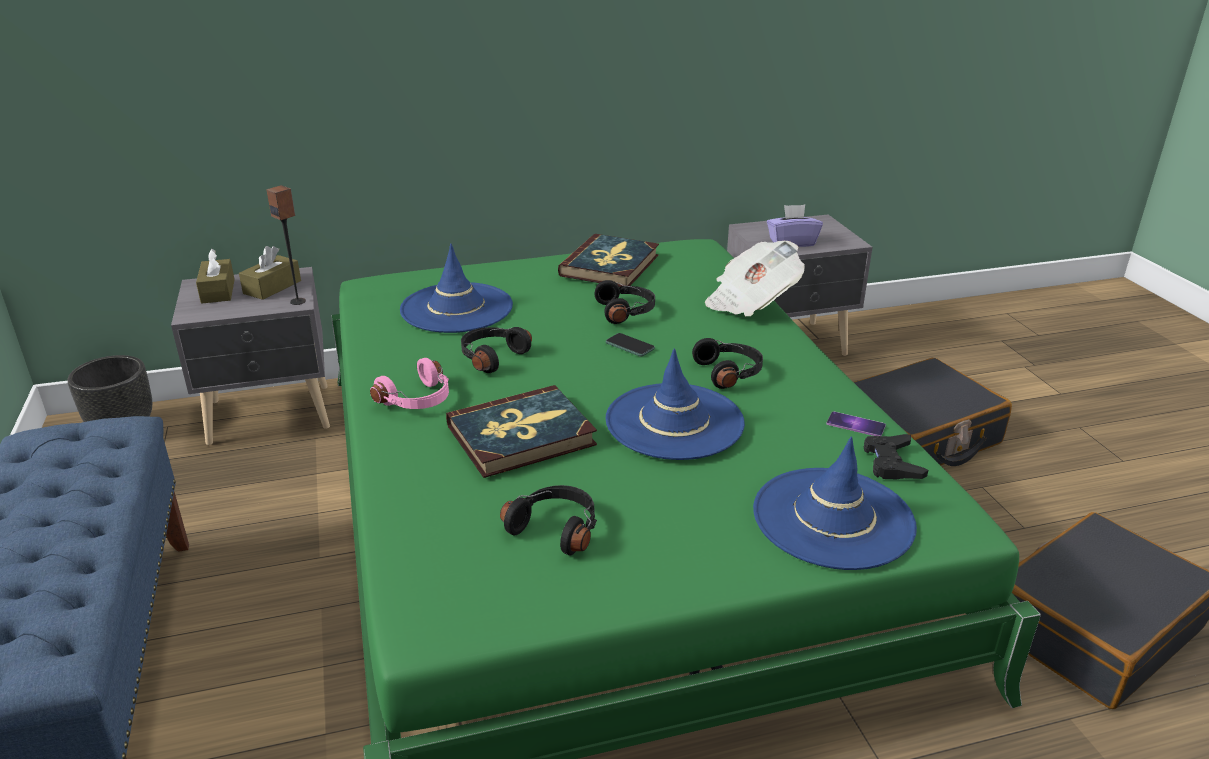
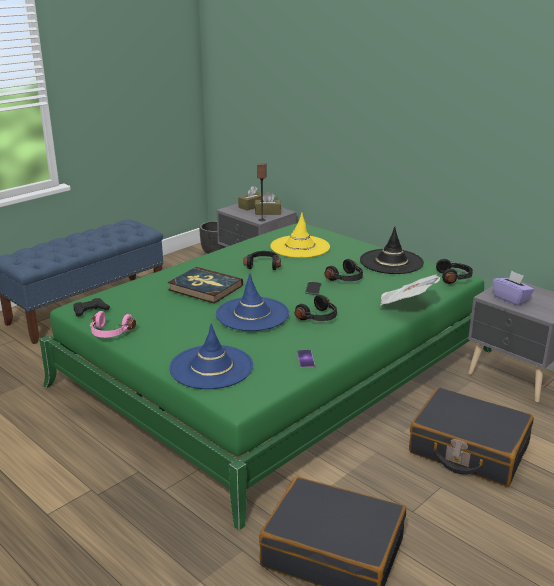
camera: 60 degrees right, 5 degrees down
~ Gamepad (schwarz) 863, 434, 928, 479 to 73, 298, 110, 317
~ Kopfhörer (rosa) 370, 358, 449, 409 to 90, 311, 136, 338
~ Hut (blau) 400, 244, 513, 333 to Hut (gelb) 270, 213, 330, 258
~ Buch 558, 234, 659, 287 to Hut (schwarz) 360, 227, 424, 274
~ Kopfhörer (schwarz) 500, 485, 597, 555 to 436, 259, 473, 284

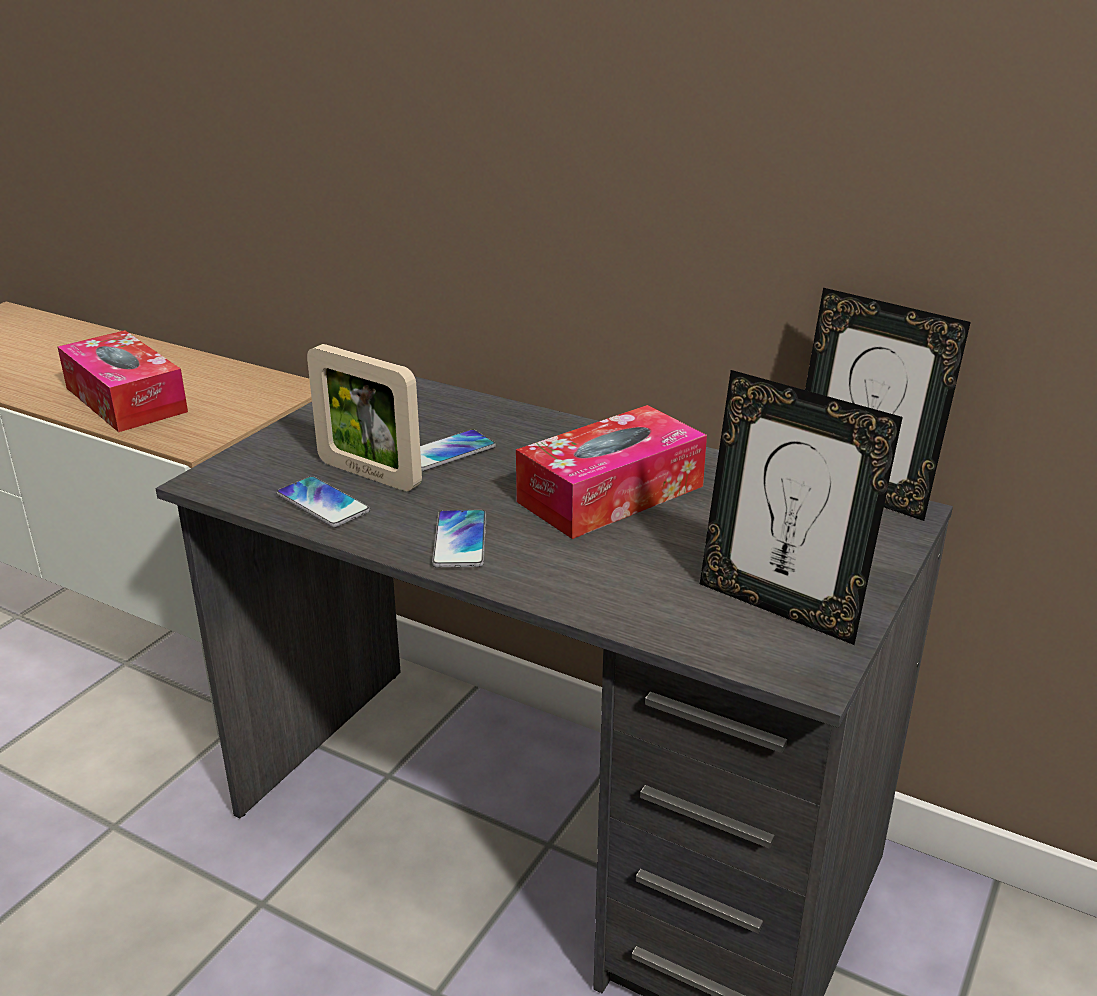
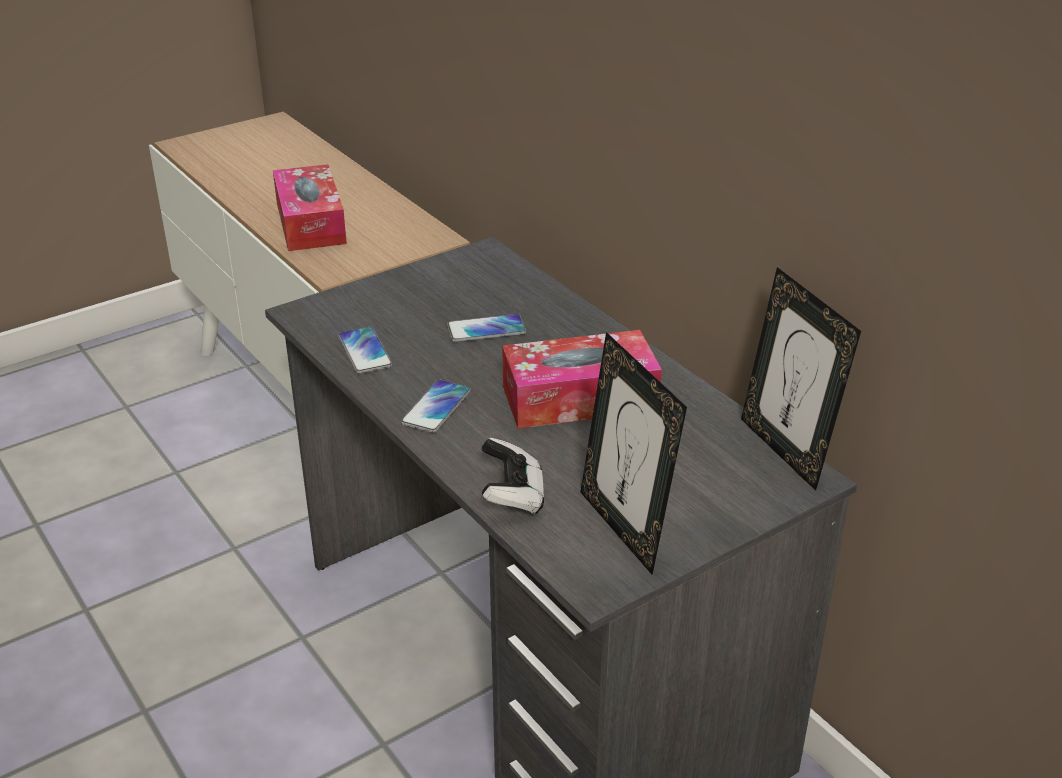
camera: 25 degrees right, 5 degrees up
+ Gamepad 481, 437, 544, 514
- Bilderrahmen 307, 344, 422, 491

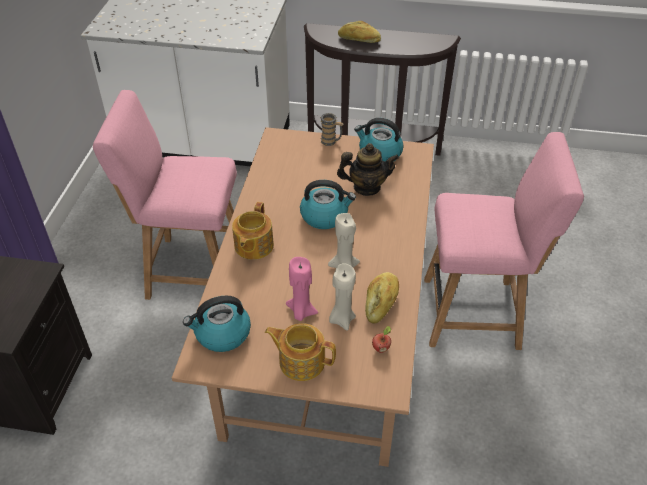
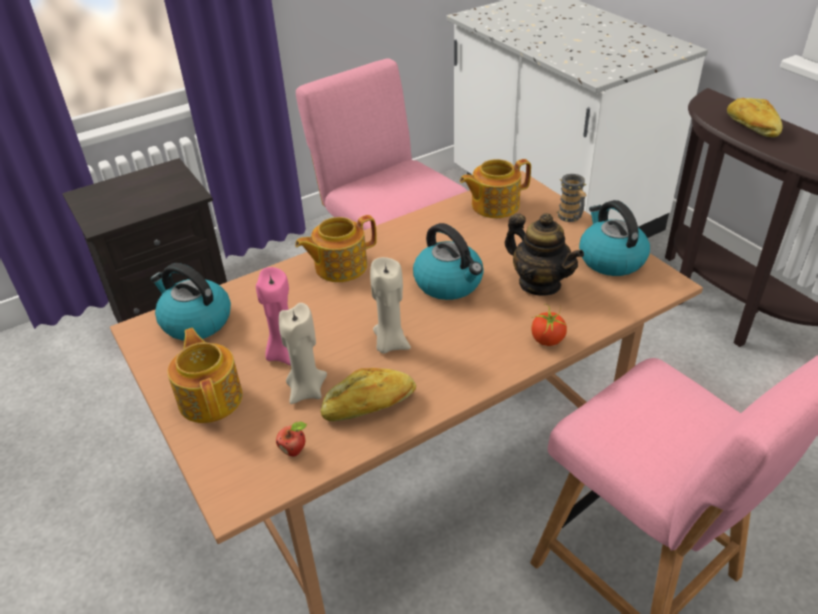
camera: 50 degrees right, 5 degrees down
+ Teekanne 460, 159, 531, 218
+ Tomate 531, 304, 567, 346

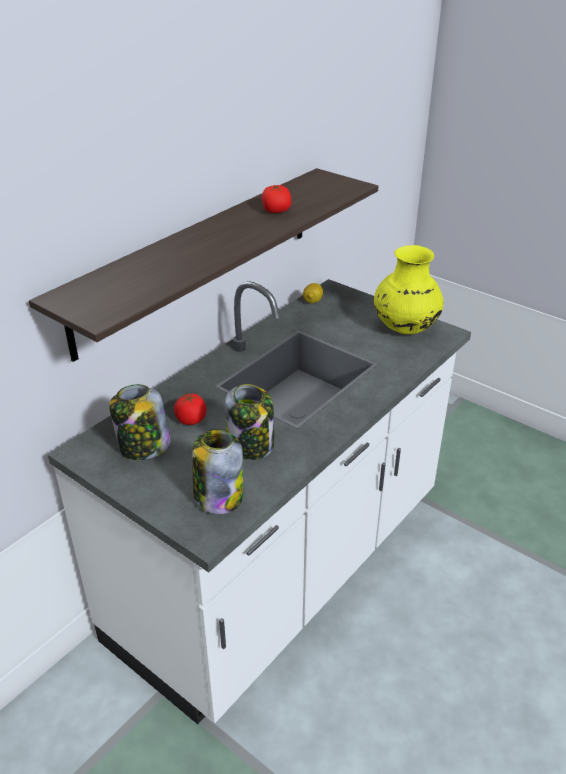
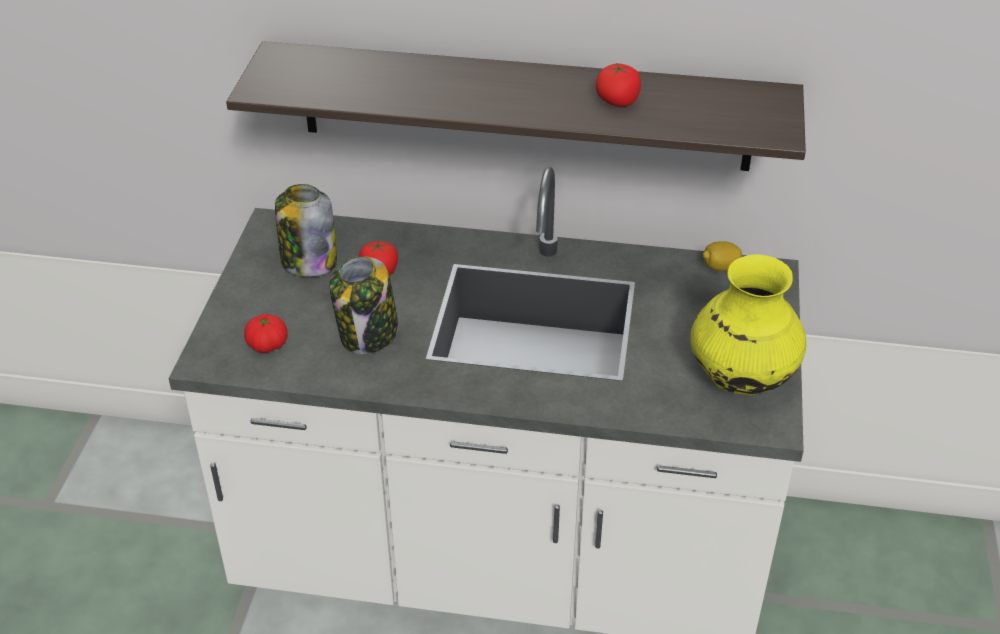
camera: 60 degrees right, 5 degrees up
~ Vorratsglas 192, 429, 243, 514 to Tomate 244, 314, 288, 353

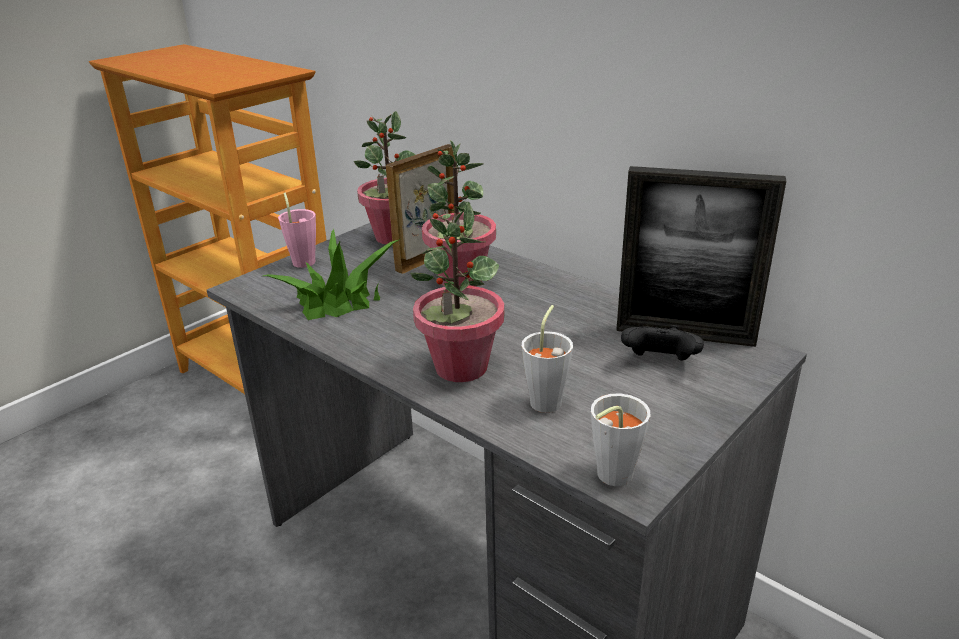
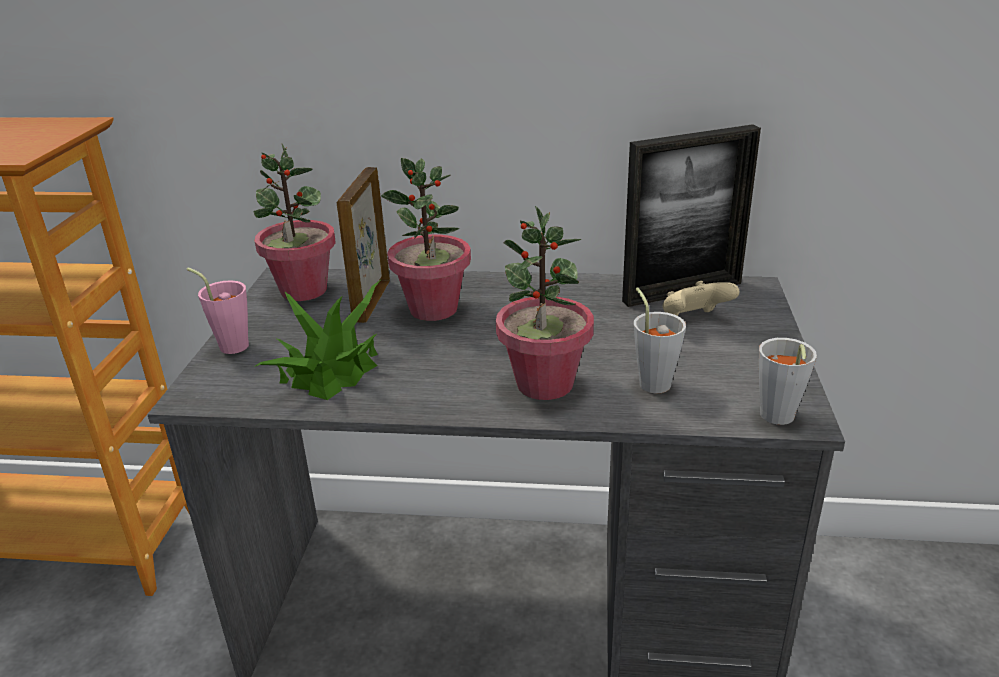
camera: 35 degrees left, 0 degrees up
~ Gamepad (schwarz) 621, 325, 704, 361 to Gamepad (beige) 662, 281, 740, 316

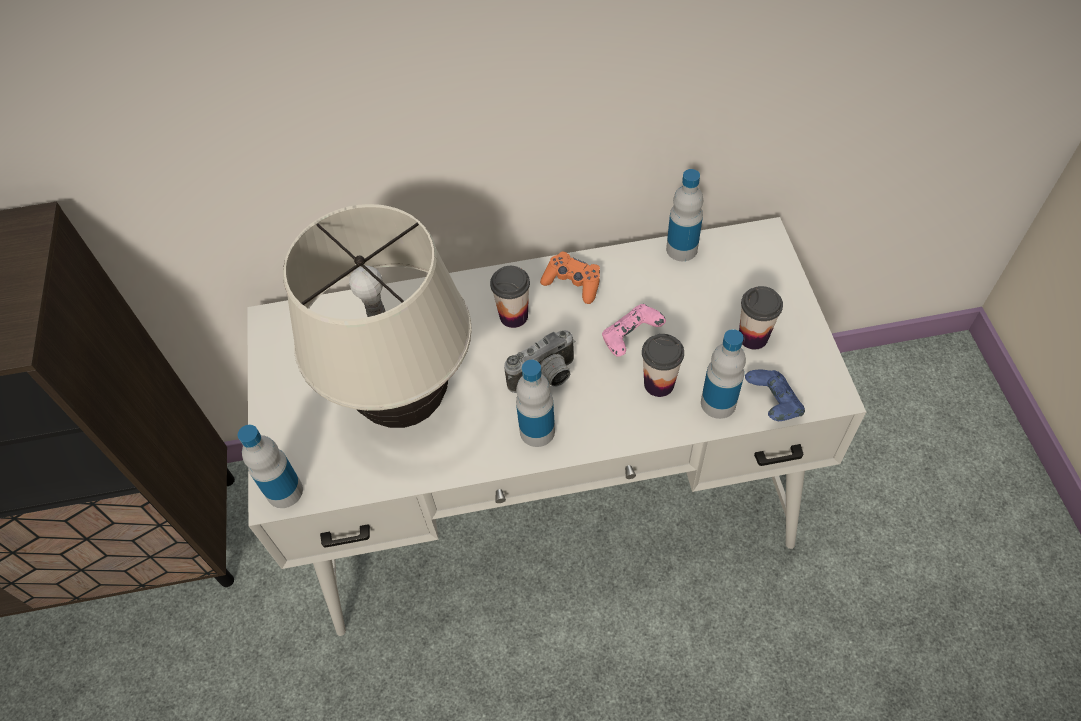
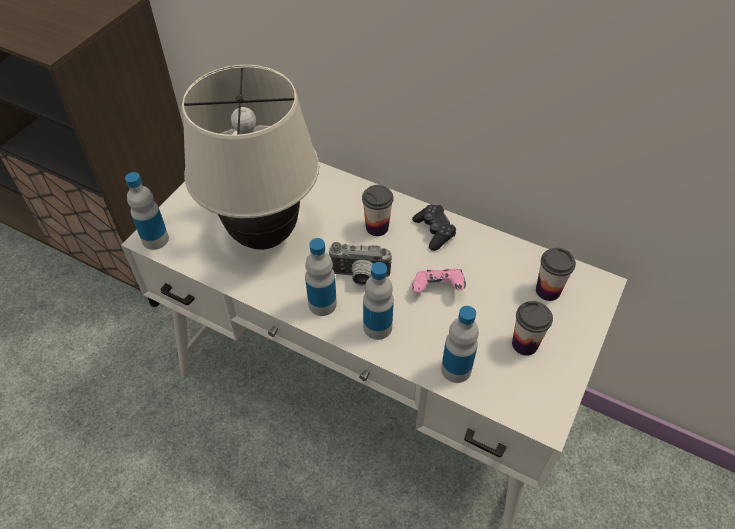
camera: 35 degrees right, 5 degrees down
~ Flasche 666, 169, 703, 261 to 363, 262, 394, 340
~ Gamepad (orange) 540, 252, 600, 304 to Gamepad (schwarz) 412, 205, 456, 251
~ Tasse 642, 334, 684, 397 to 536, 248, 576, 301
- Gamepad (blau) 745, 370, 805, 421

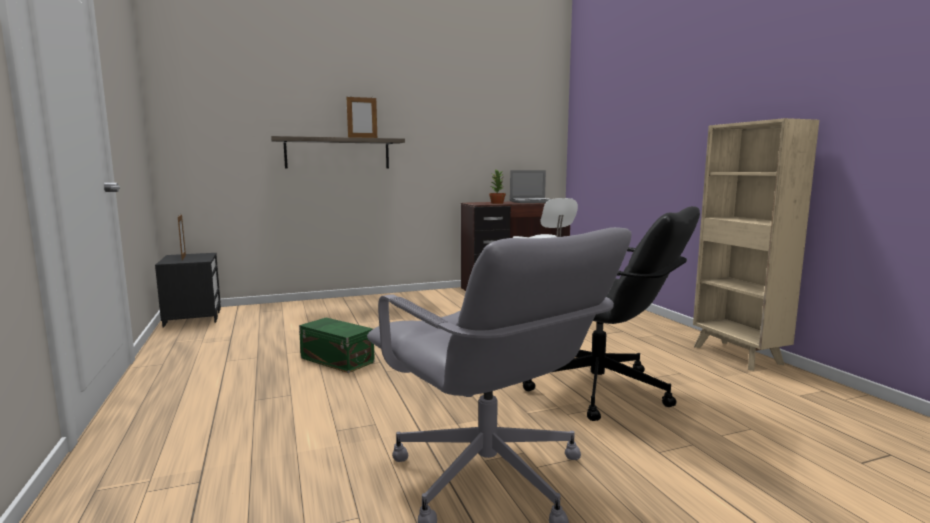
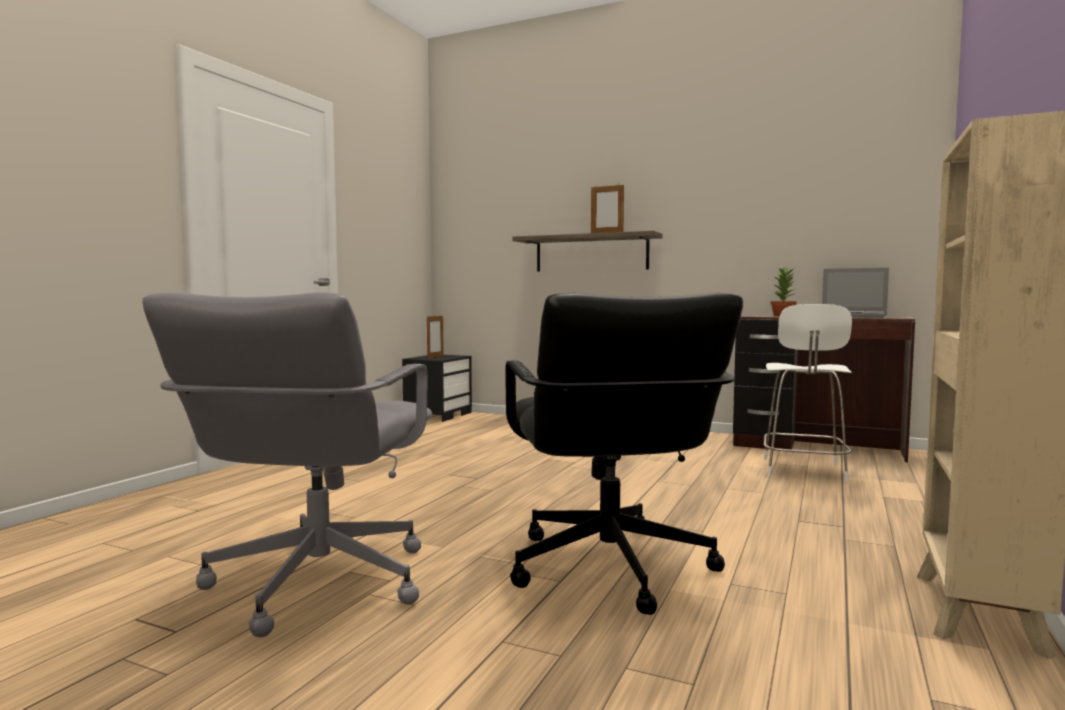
camera: 45 degrees right, 5 degrees down
- Aufbewahrungsbox (grün) 299, 317, 375, 373

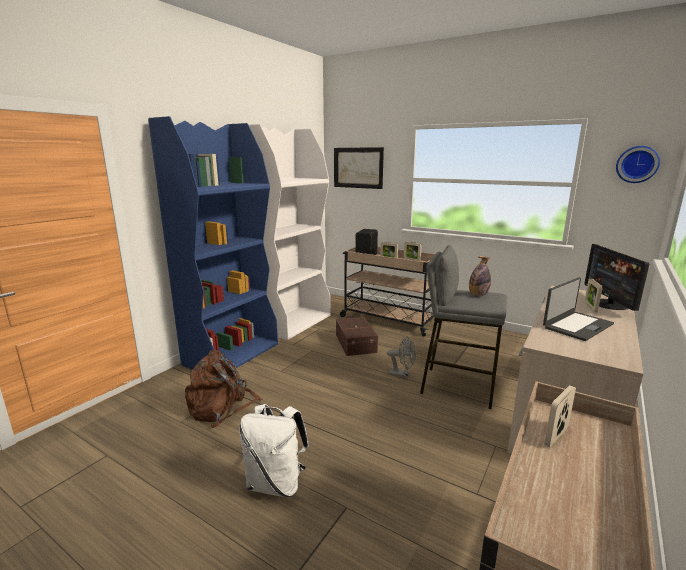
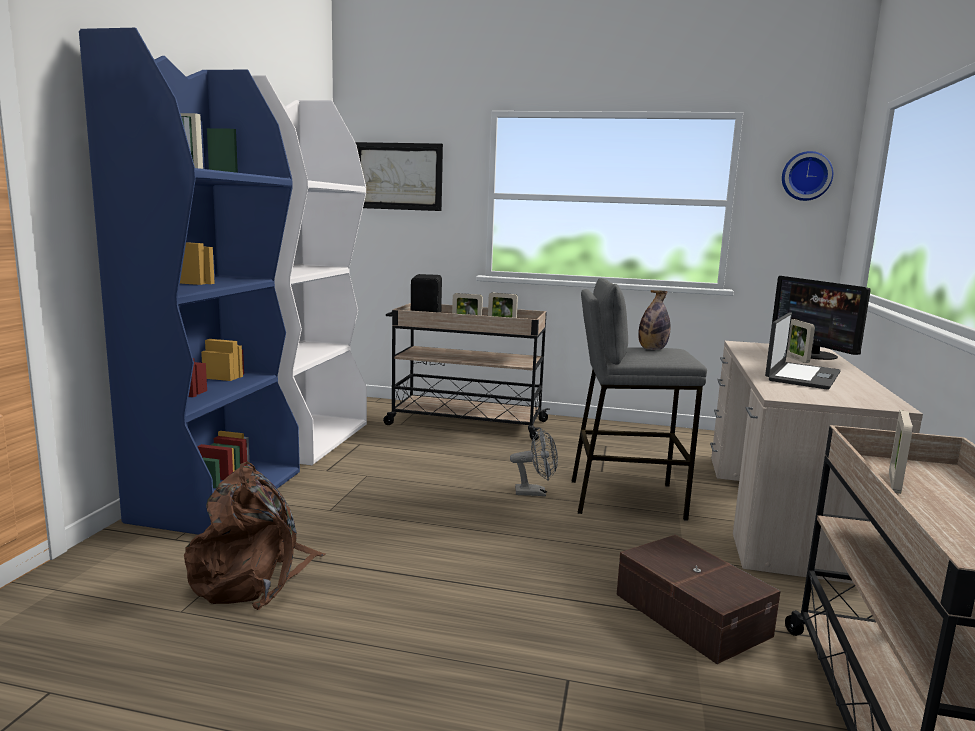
camera: 20 degrees left, 5 degrees down
~ Aufbewahrungsbox (braun) 336, 317, 378, 356 to 616, 535, 781, 664
- Rucksack (weiß) 239, 404, 309, 497

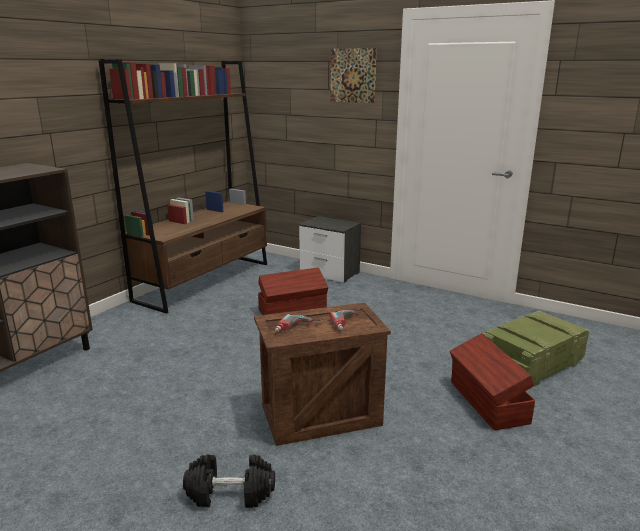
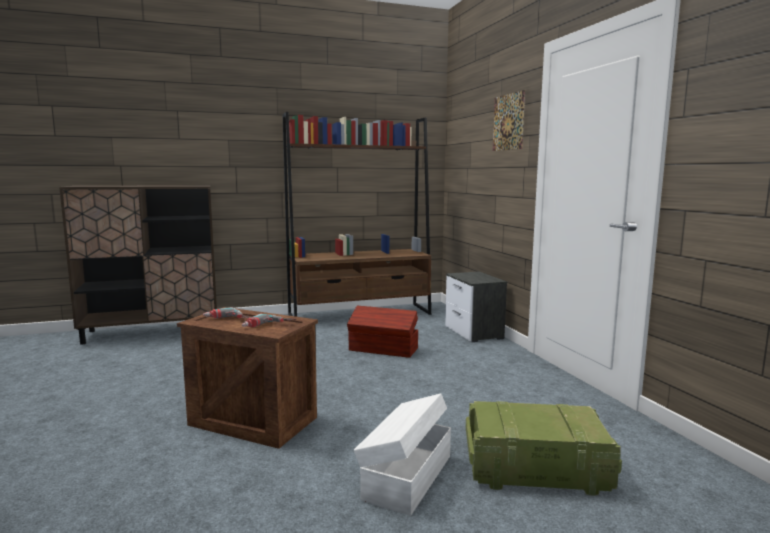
camera: 40 degrees right, 10 degrees down
~ Aufbewahrungsbox (braun) 449, 333, 535, 430 to Aufbewahrungsbox (weiß) 354, 393, 451, 516
- Hantel (schwarz) 183, 454, 275, 508

